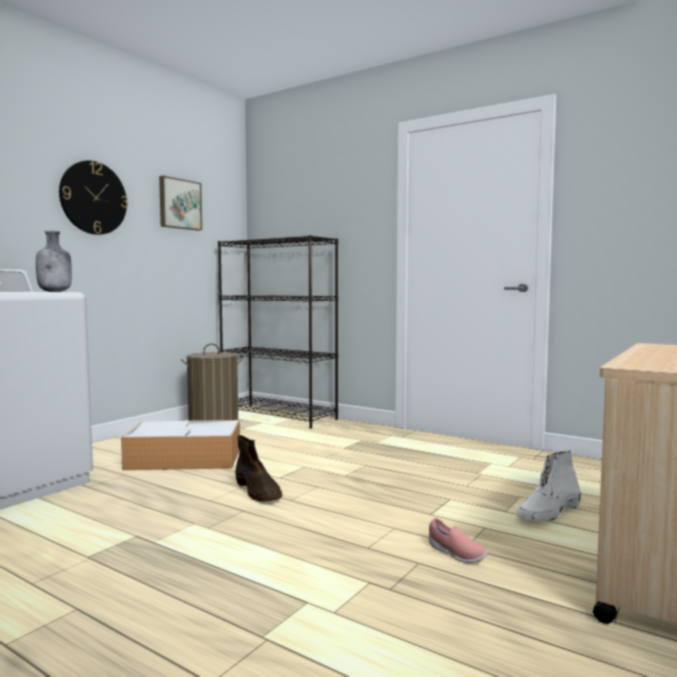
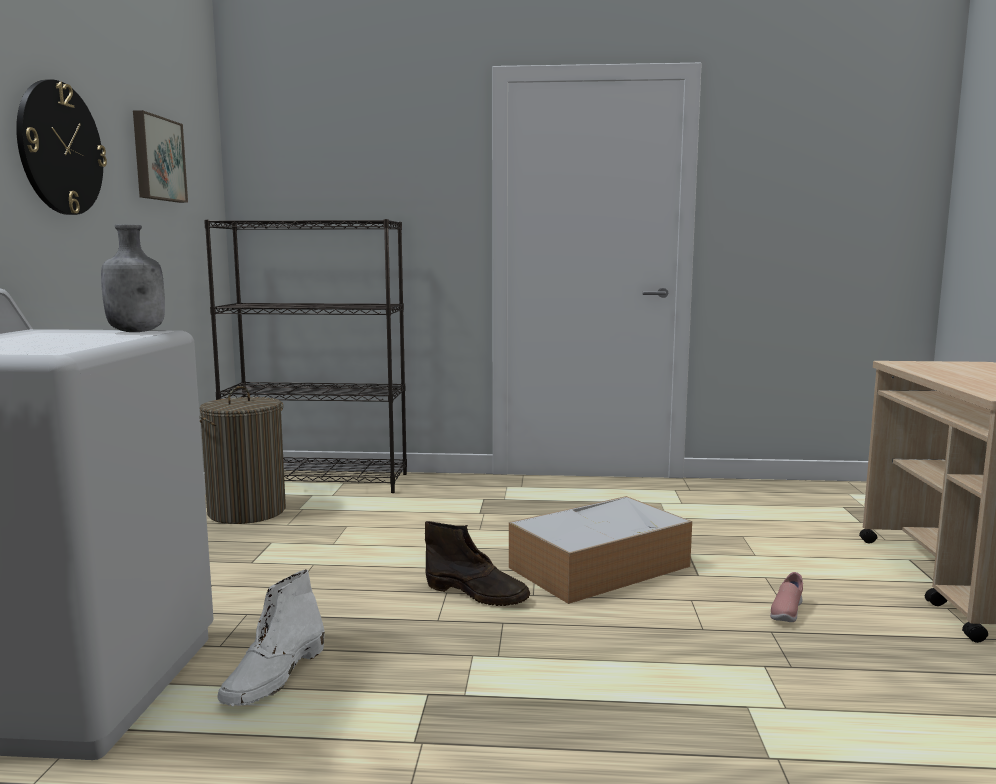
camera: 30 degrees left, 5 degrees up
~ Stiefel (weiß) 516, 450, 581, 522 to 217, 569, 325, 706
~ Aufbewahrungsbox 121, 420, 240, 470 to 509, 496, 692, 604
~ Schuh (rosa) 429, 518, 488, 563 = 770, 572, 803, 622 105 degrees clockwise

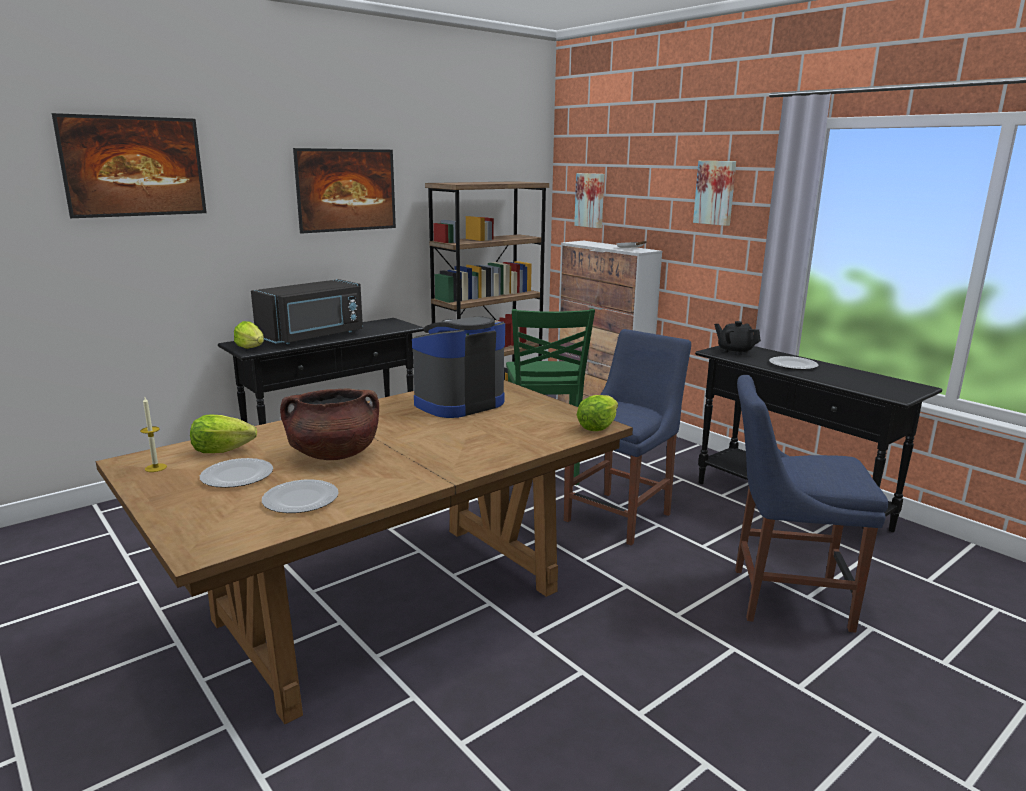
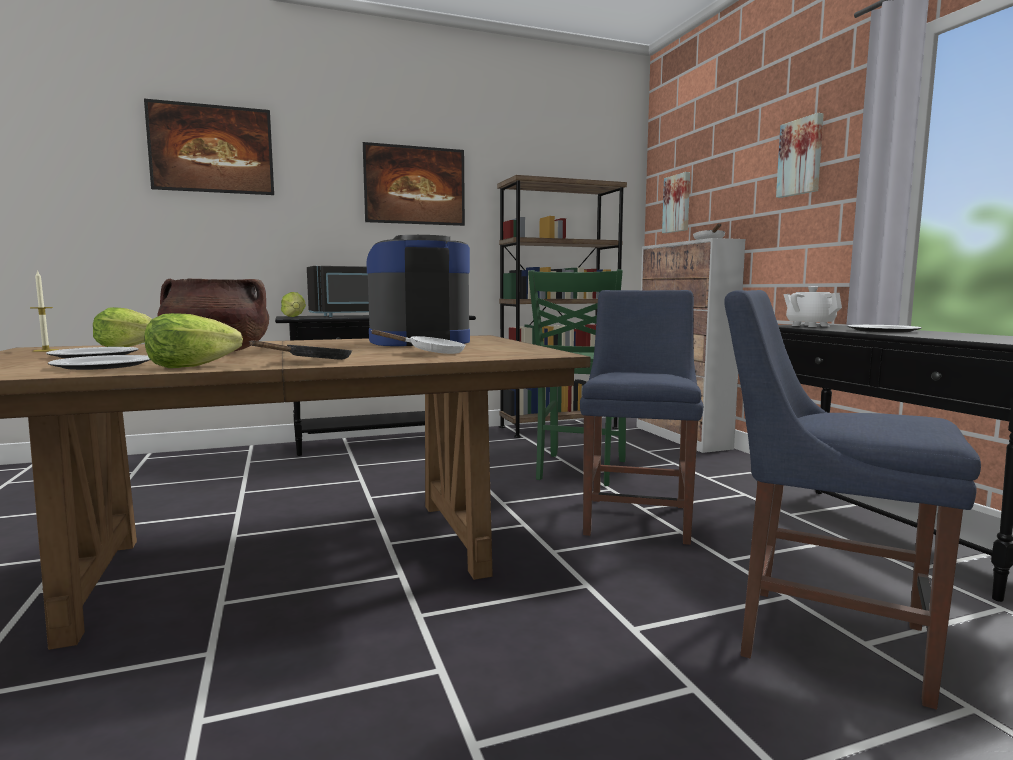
camera: 20 degrees right, 10 degrees down
~ Salatkopf 577, 395, 618, 431 to 144, 313, 243, 368
+ Pfanne (schwarz) 249, 340, 352, 360
+ Pfanne (weiß) 370, 330, 466, 354
~ Stuhl (blau) 564, 329, 691, 546 = 580, 290, 703, 545 45 degrees counterclockwise
~ Teekanne (schwarz) 714, 321, 761, 355 to Teekanne (weiß) 784, 286, 842, 327

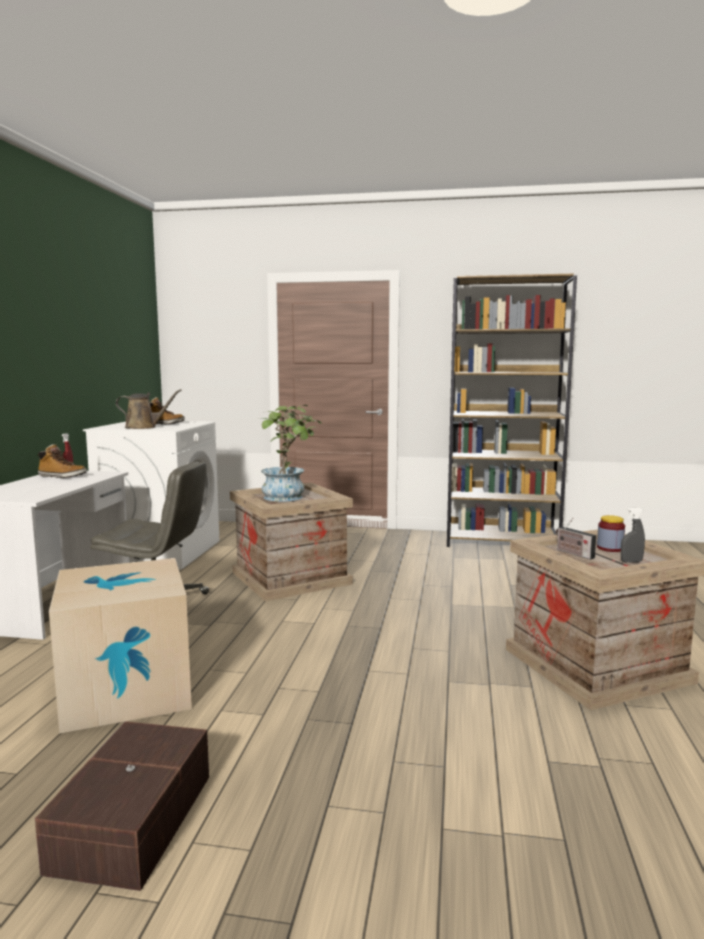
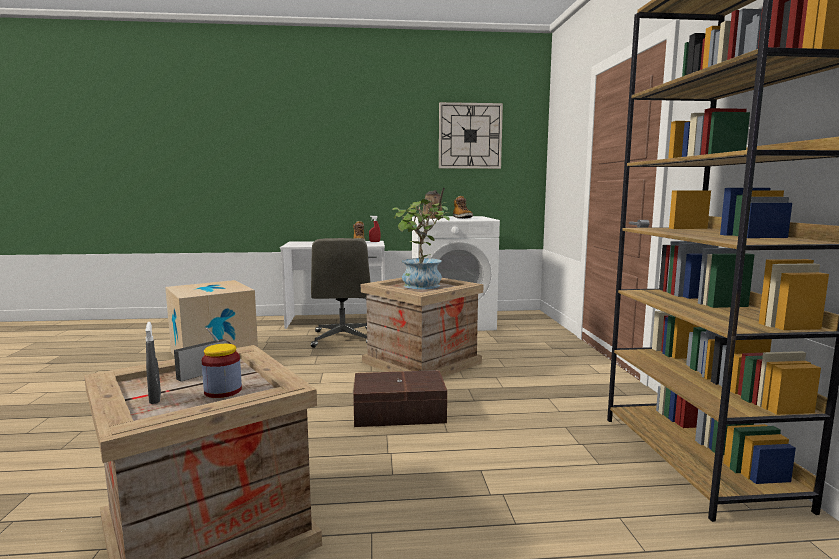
camera: 75 degrees right, 0 degrees up
~ Aufbewahrungsbox (braun) 35, 721, 209, 891 to 353, 370, 447, 427
+ Wanduhr 439, 102, 503, 169

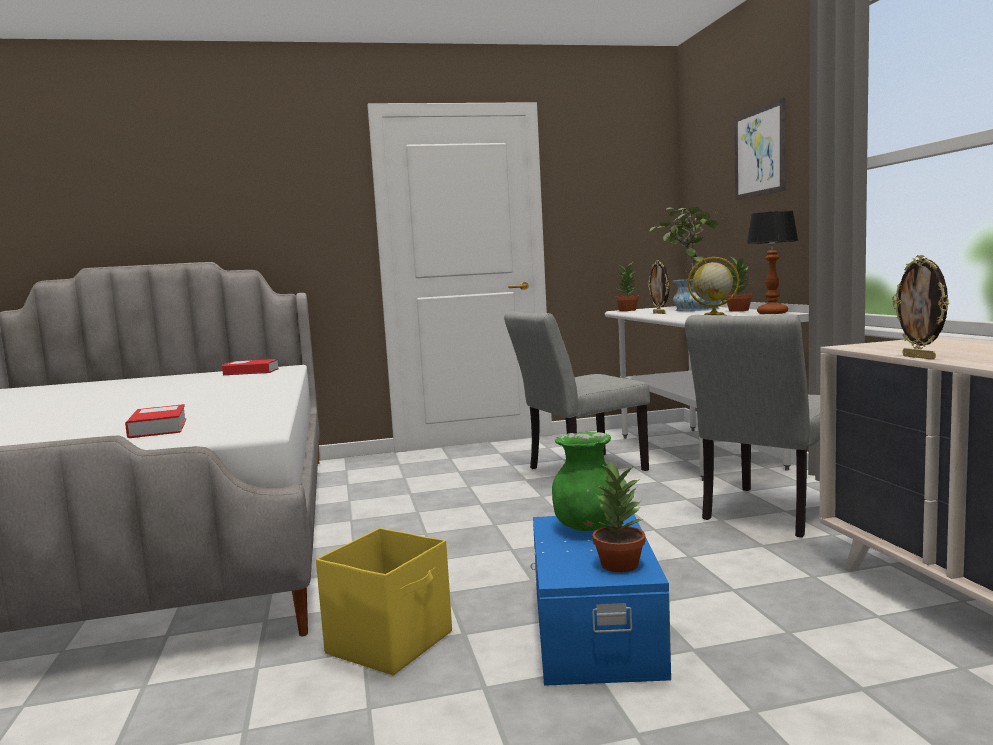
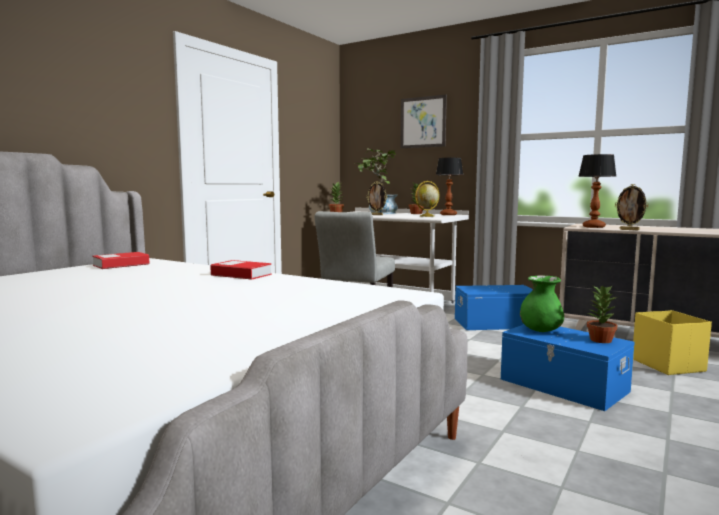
camera: 45 degrees left, 0 degrees up
~ Buch 125, 404, 186, 438 to 210, 260, 272, 280
~ Stuhl (grau) 685, 314, 820, 537 to Aufbewahrungsbox (blau) 455, 285, 533, 330
+ Tischlampe 578, 154, 616, 228
~ Aufbewahrungsbox (gelb) 316, 528, 452, 676 to 633, 310, 712, 375

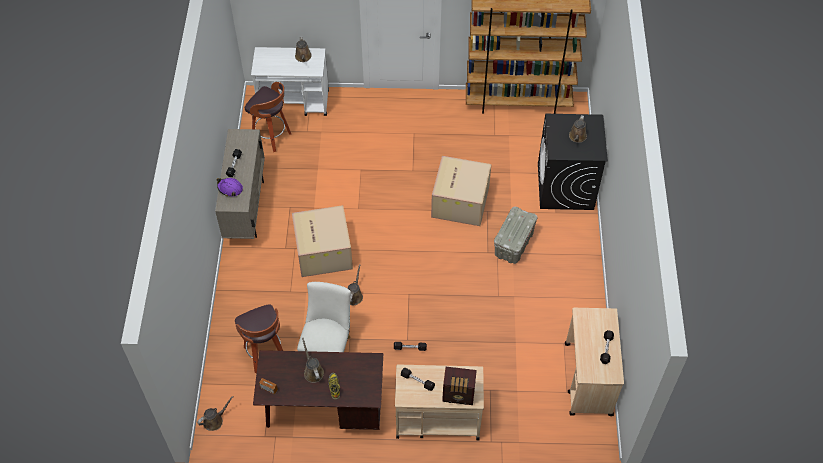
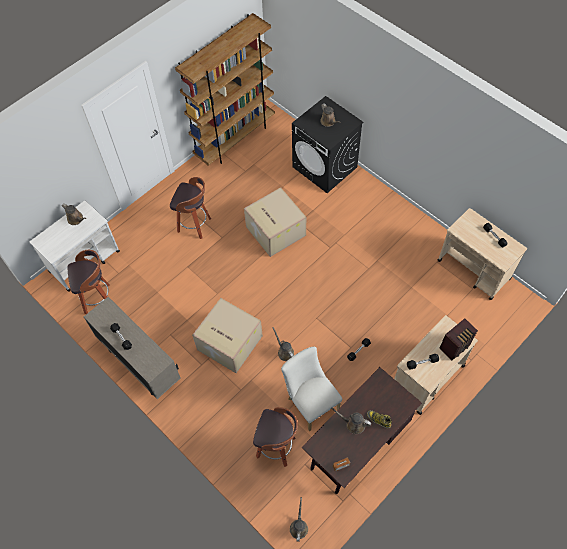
camera: 45 degrees left, 5 degrees up
+ Hocker 170, 177, 211, 239
- Schutzhelm (lila) 217, 178, 243, 196
- Aufbewahrungsbox (grau) 494, 207, 537, 264

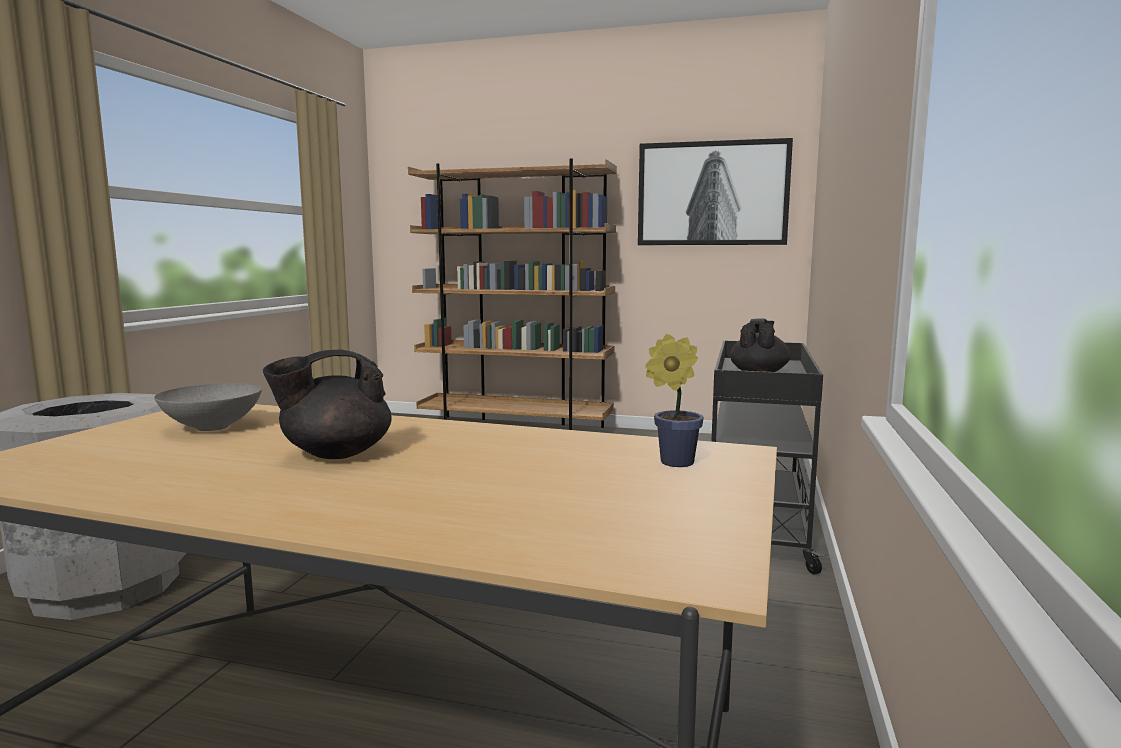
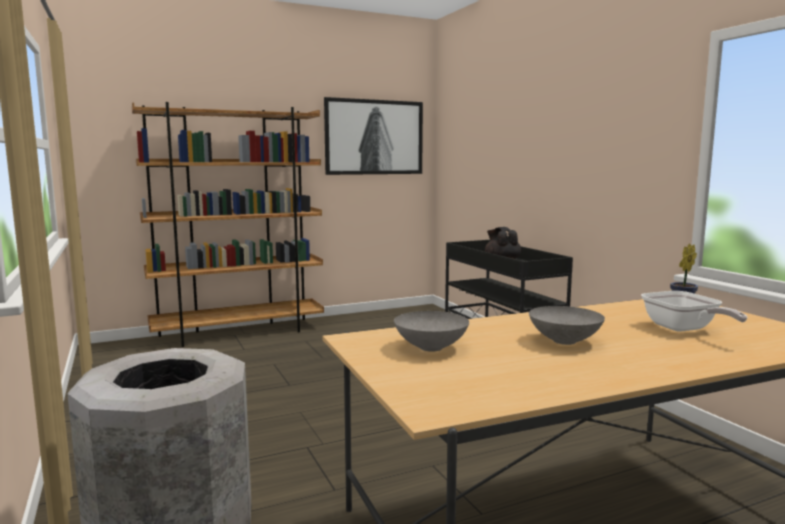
camera: 40 degrees left, 0 degrees up
~ Teekanne (schwarz) 263, 350, 392, 459 to Schüssel (grau) 529, 306, 605, 345
+ Pfanne 641, 291, 747, 332

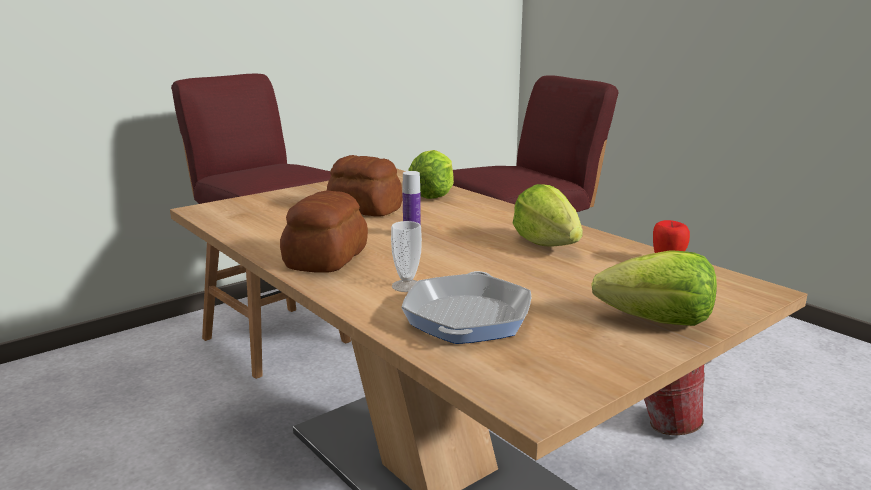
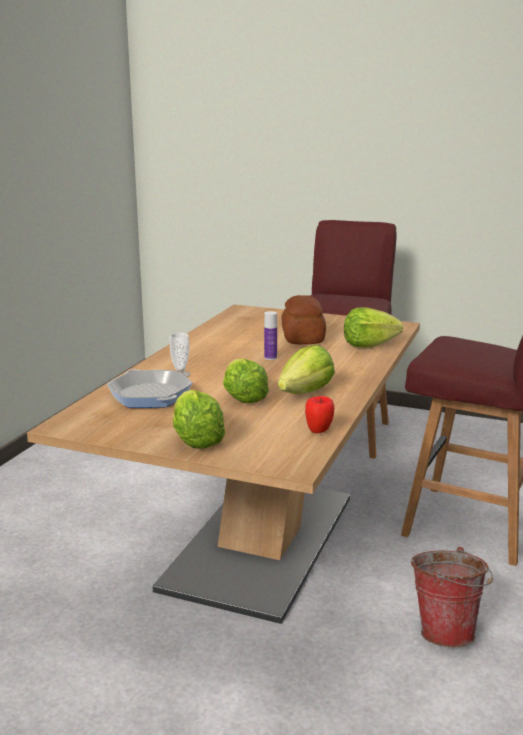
camera: 60 degrees right, 0 degrees up
~ Pfanne 401, 271, 531, 344 = 107, 369, 192, 408 75 degrees clockwise
+ Salatkopf 223, 358, 269, 403
- Brot 280, 191, 368, 273

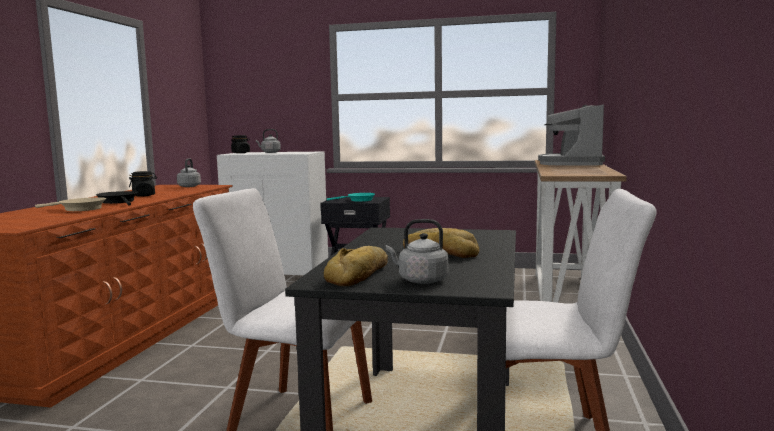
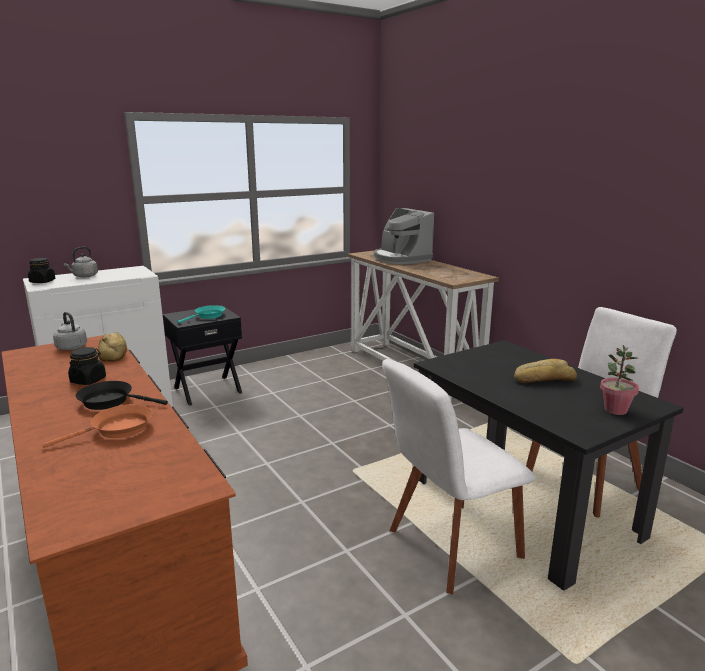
camera: 45 degrees left, 10 degrees up
~ Pfanne (beige) 35, 197, 106, 211 to Pfanne (orange) 42, 404, 152, 448
~ Brot 324, 246, 388, 286 to 98, 333, 127, 362
~ Wasserkessel (grau) 386, 219, 449, 284 to Topfpflanze 600, 345, 639, 415

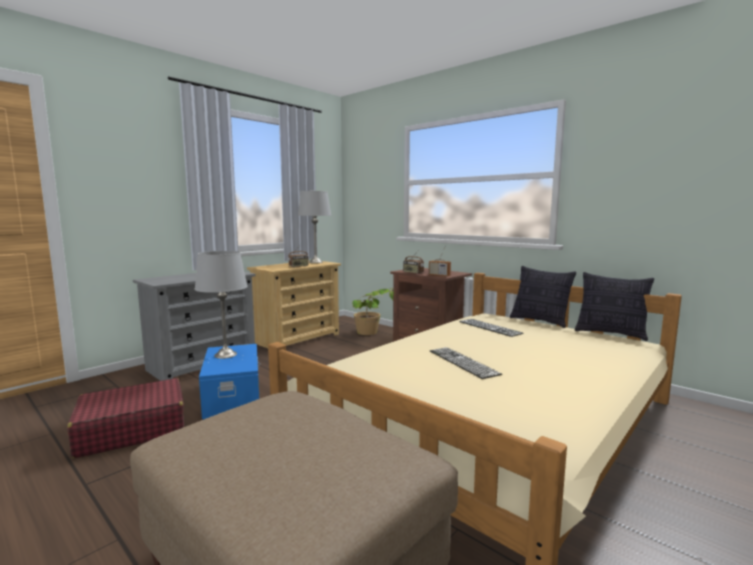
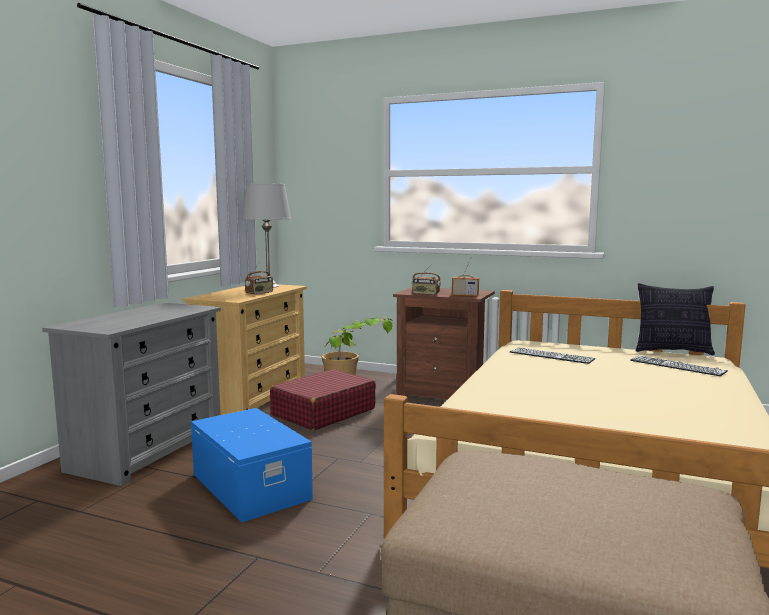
camera: 20 degrees left, 0 degrees up
~ Koffer (rot) 67, 378, 184, 458 to 270, 369, 376, 431
~ Tastatur 430, 347, 502, 379 to 630, 356, 728, 376
- Tischlampe (grau) 194, 251, 248, 359
- Kissen 510, 266, 576, 328

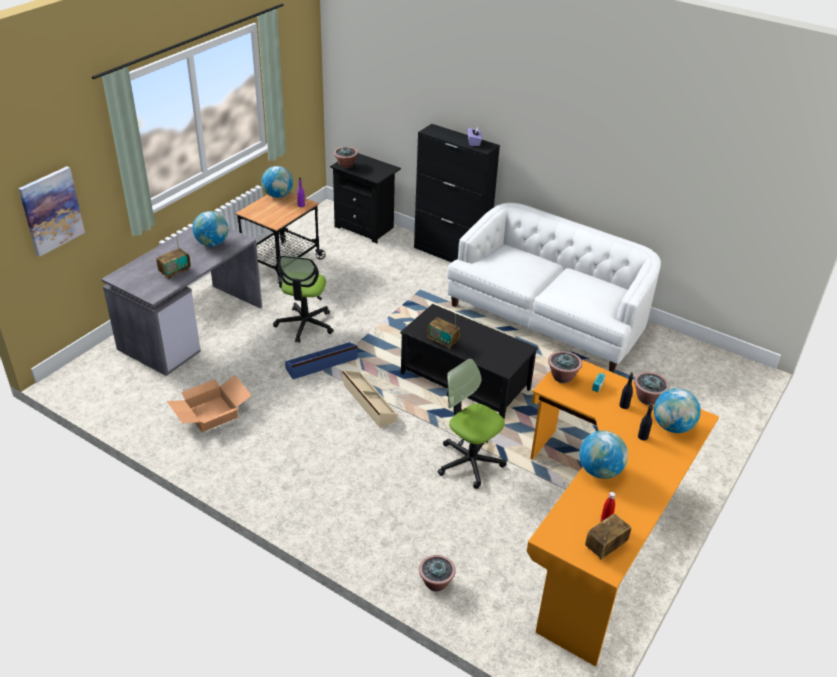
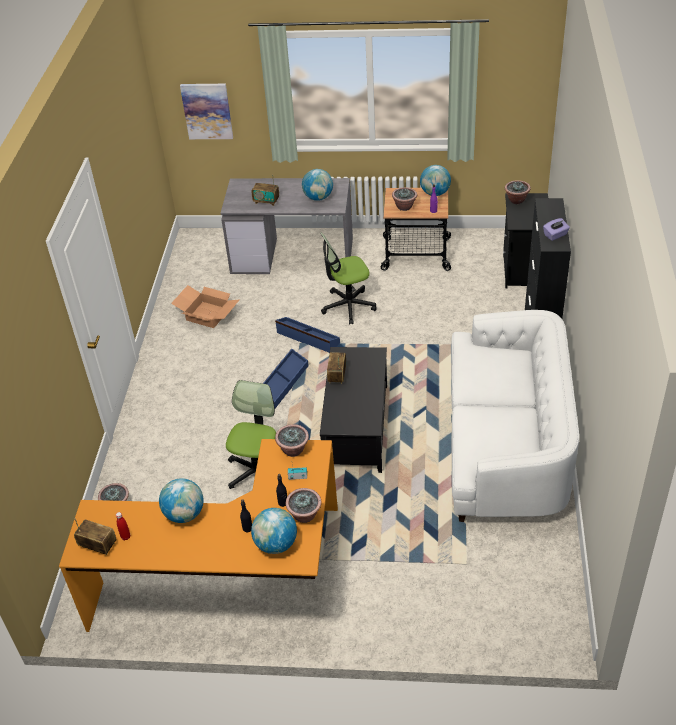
camera: 65 degrees right, 5 degrees up
~ Aufbewahrungsbox (beige) 343, 370, 397, 428 to Aufbewahrungsbox (blau) 263, 349, 309, 408
+ Topfpflanze 392, 187, 417, 211

